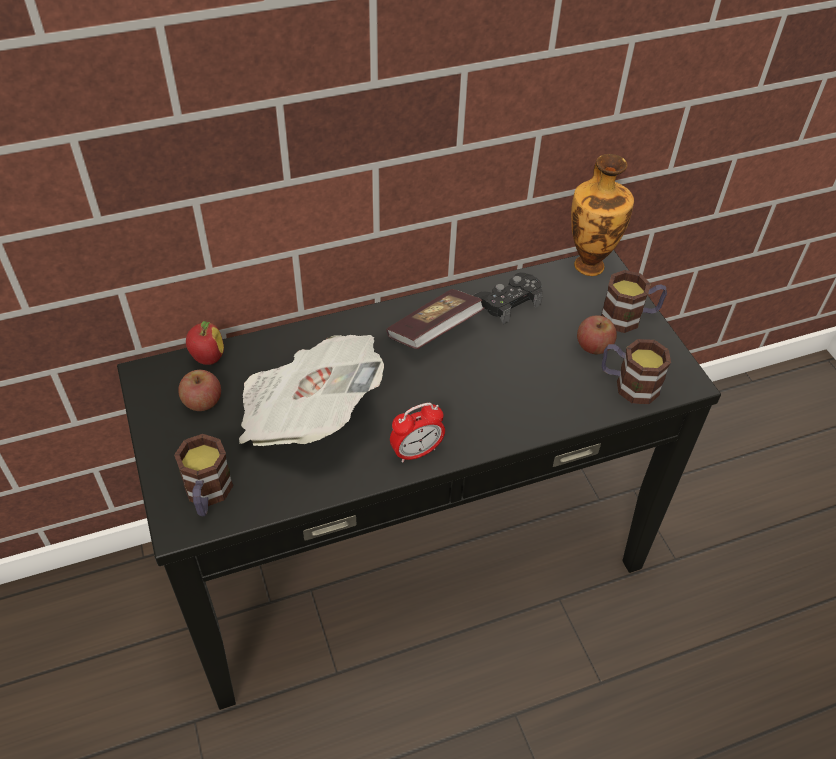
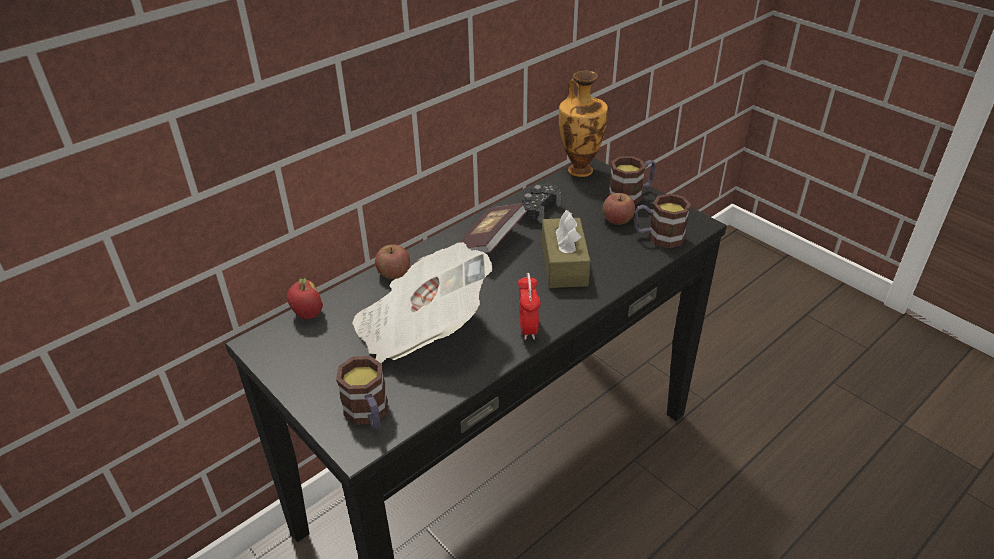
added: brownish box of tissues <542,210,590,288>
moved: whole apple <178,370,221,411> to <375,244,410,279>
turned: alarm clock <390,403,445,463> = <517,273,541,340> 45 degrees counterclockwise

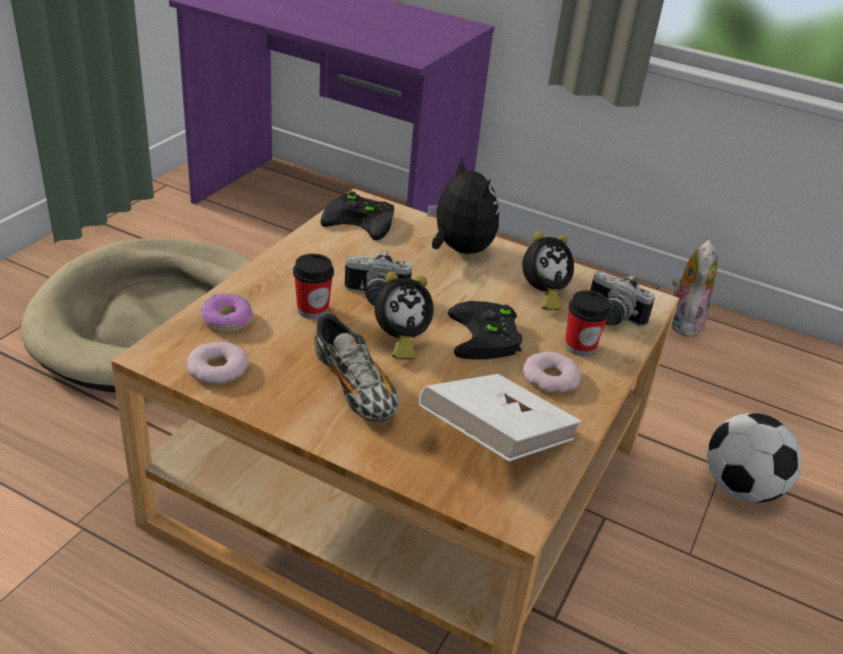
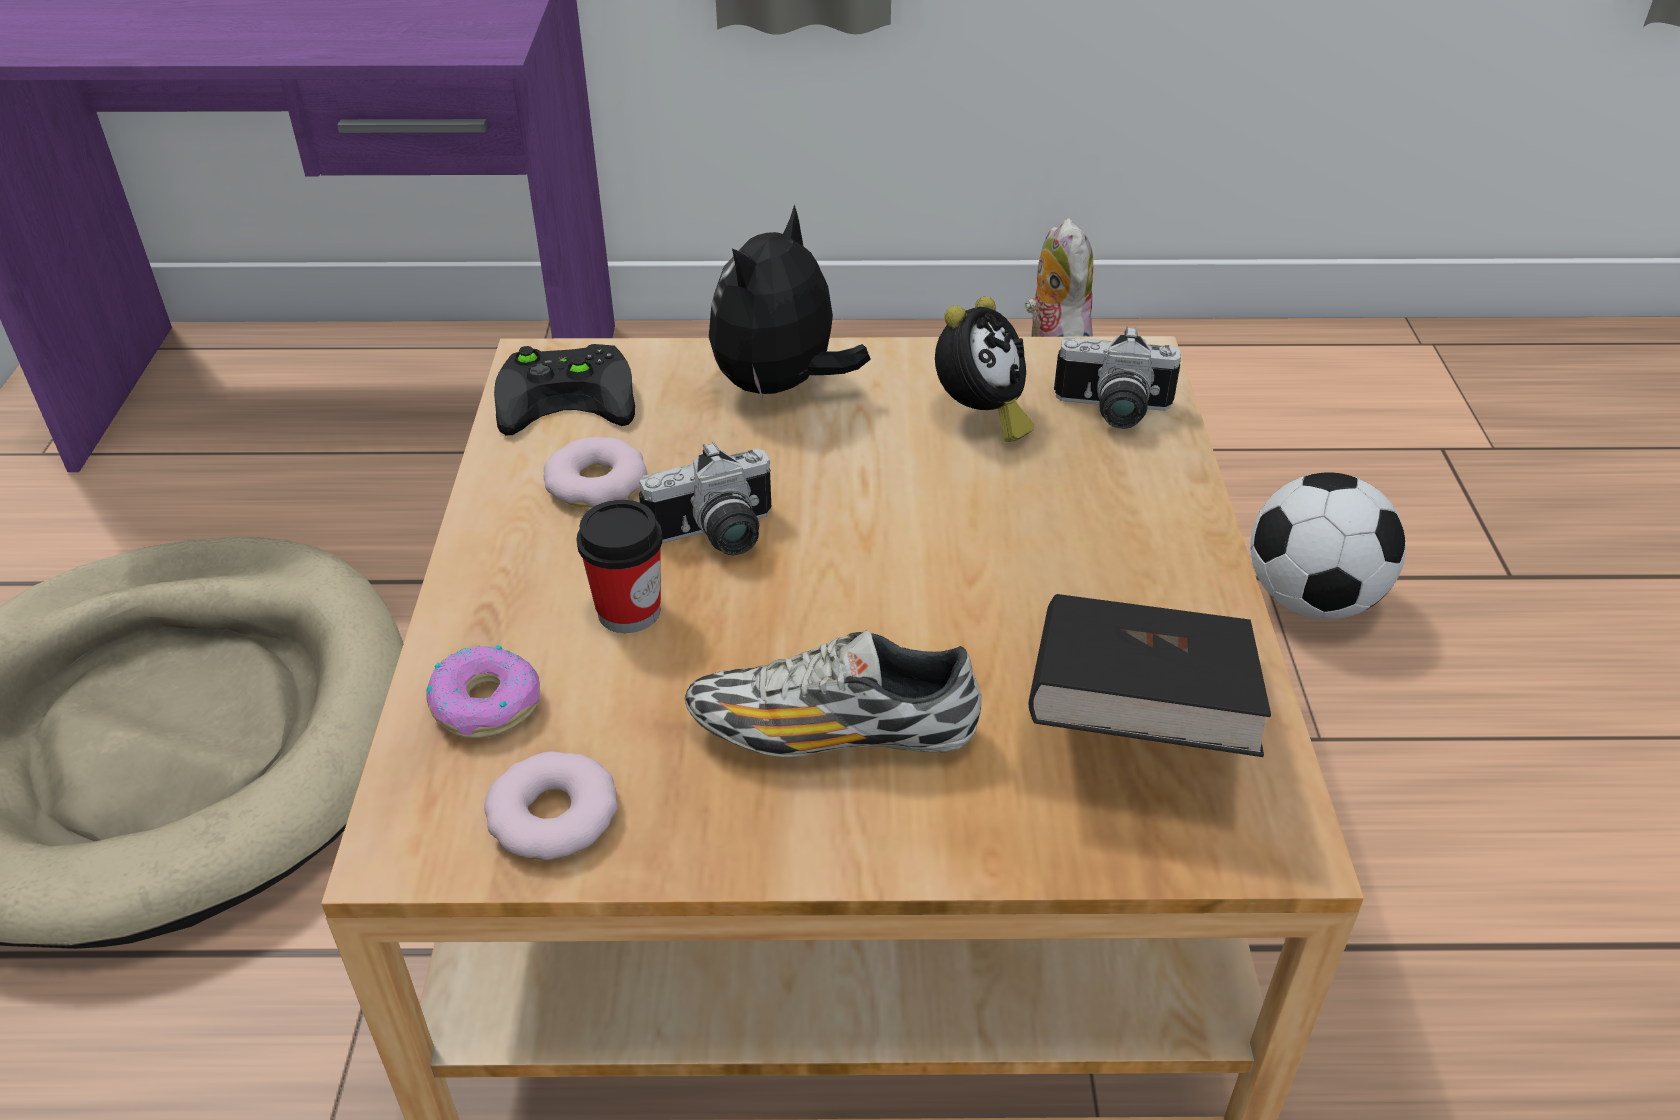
removed: alarm clock <375,272,434,359>; black game controller <448,301,522,360>; drinking cup <565,290,610,356>
moved: donut <522,351,581,393> to <544,437,647,508>
recoloured: white-coloured book <419,374,582,461> to black book <1029,594,1271,757>
turned: item of footwear <315,313,399,422> = <685,630,981,757> 150 degrees clockwise; cuddly toy <428,157,499,254> = <709,204,871,398> 90 degrees counterclockwise

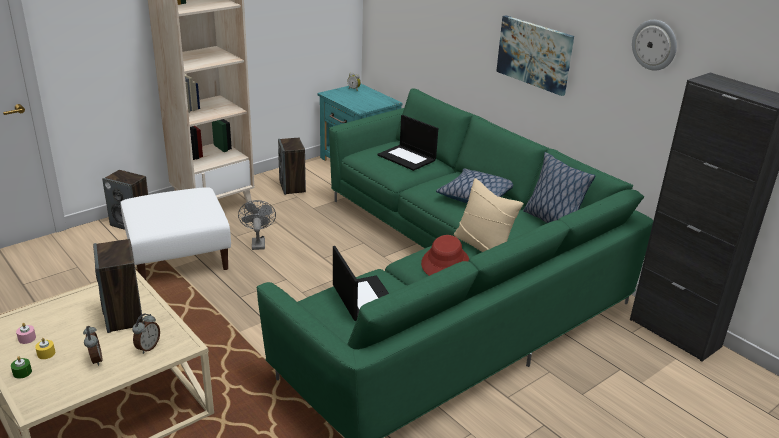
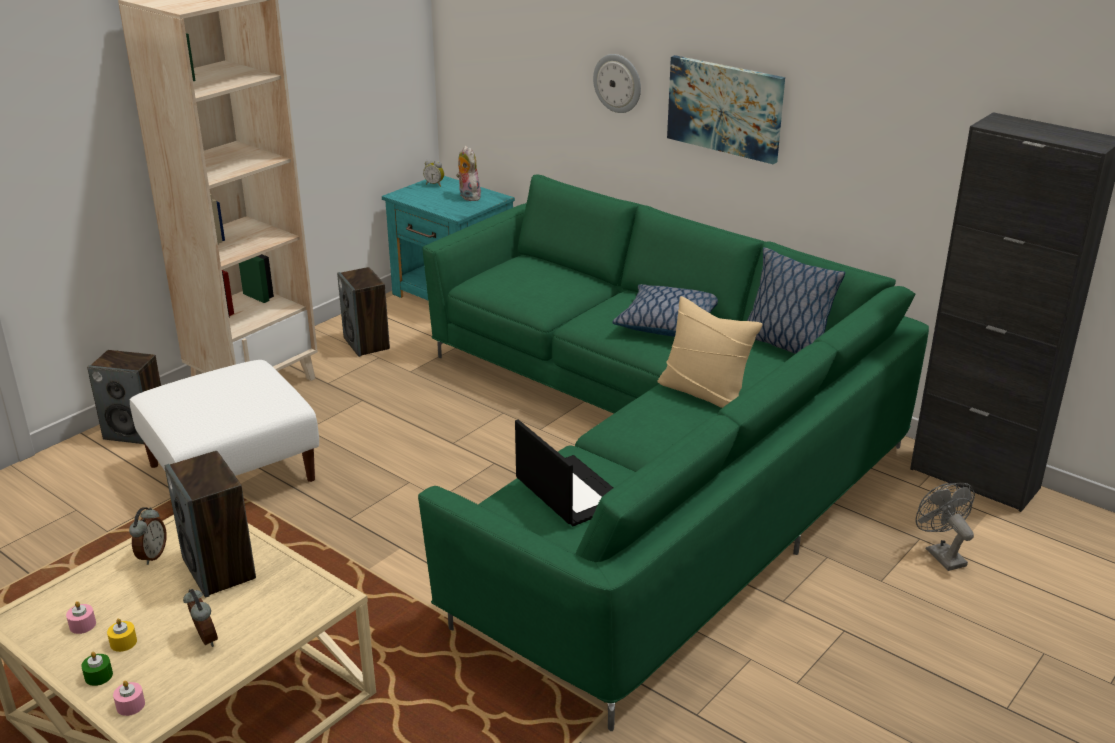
removed: notebook computer <378,115,438,171>; reddish hat <421,235,469,276>
added: pinkish wax light <113,681,145,716>; cuddly toy <456,146,481,201>
moved: alarm clock <132,314,160,354> to <129,507,167,565>; hanging clock <632,20,677,71> to <593,54,641,113>; greyish cooling fan <238,200,276,250> to <916,483,975,571>

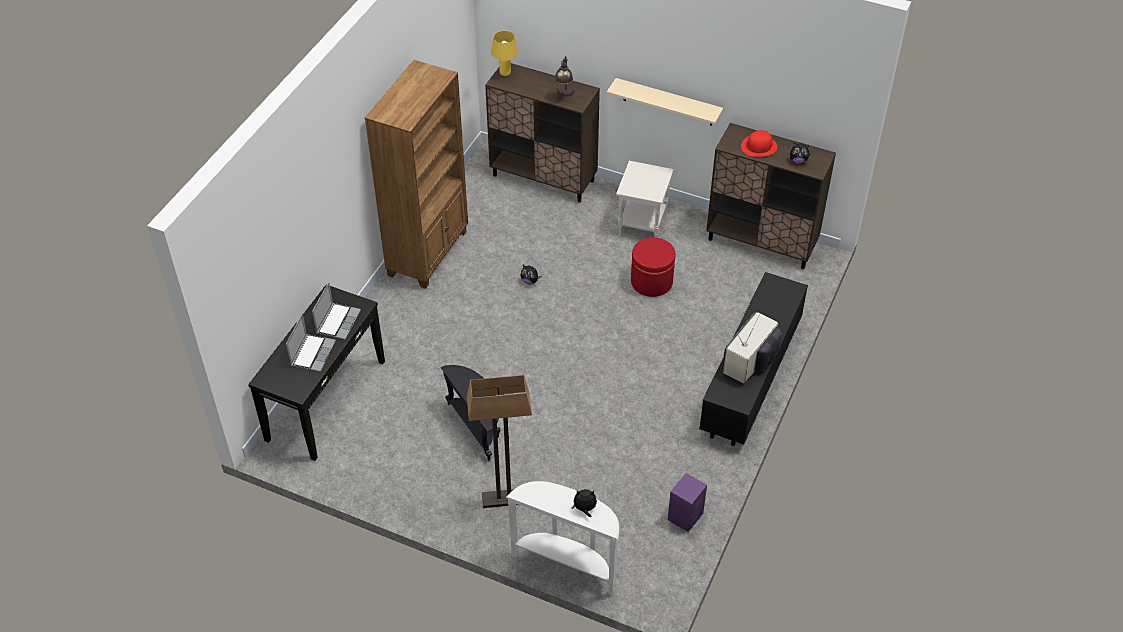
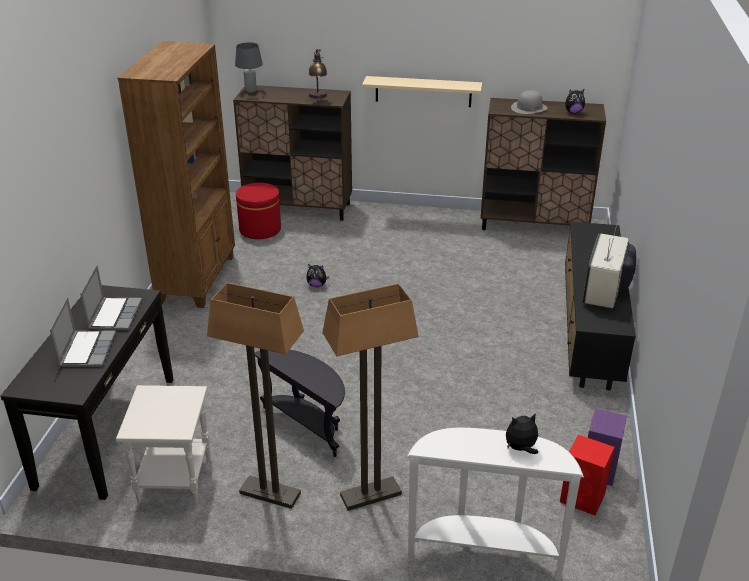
added: standard lamp <207,283,304,509>; reddish audio speaker <560,434,614,516>
moved: white-coloured accent table <616,161,674,238> to <116,385,210,504>; reddish ottoman <631,237,676,297> to <236,183,281,239>
recoloured: yellow tabletop lamp <491,31,518,76> to greyish tabletop lamp <235,42,263,93>; reddish hat <741,130,777,157> to greyish hat <511,90,548,114>

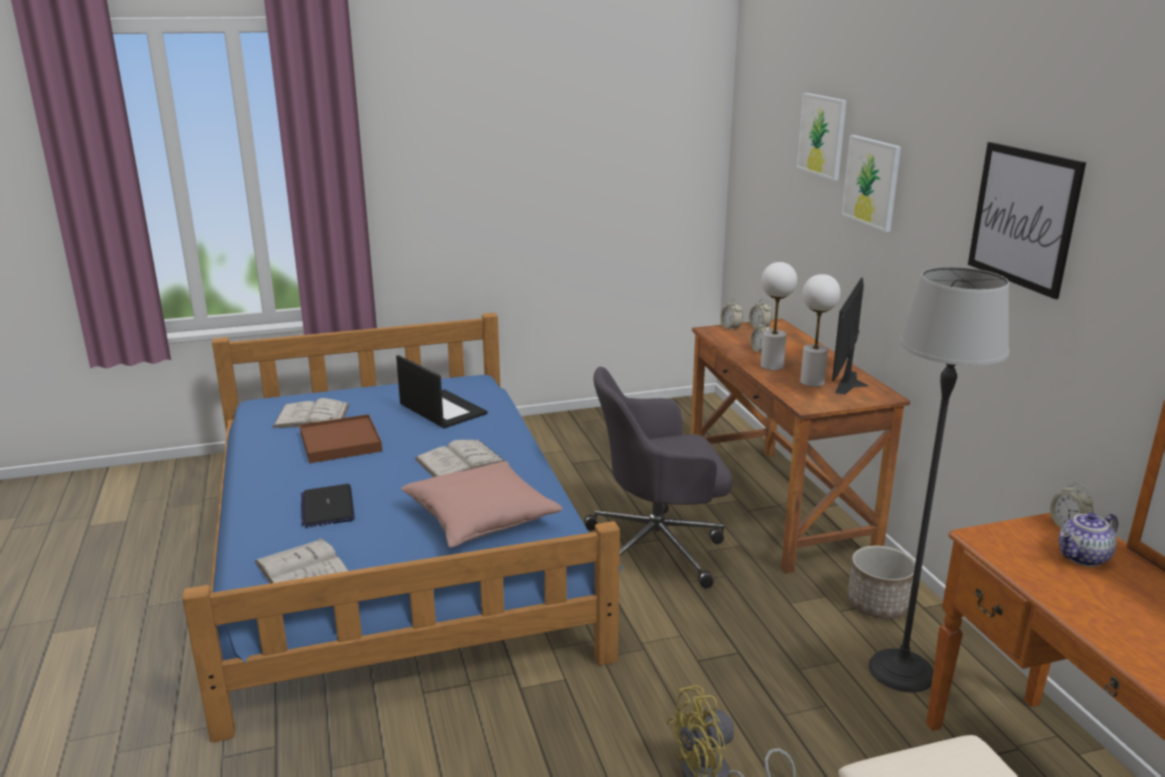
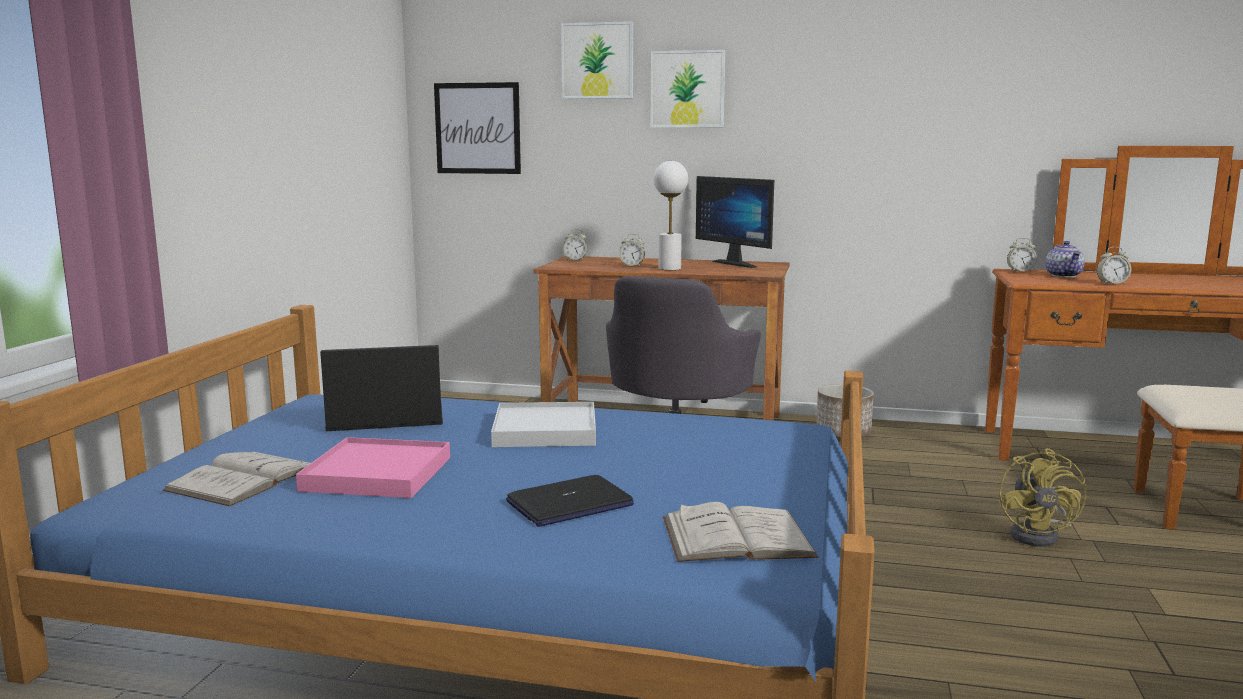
removed: pinkish throw pillow <401,461,563,548>; white-coloured tabletop lamp <800,274,840,387>; standard lamp <869,267,1009,692>
moved: wall picture <968,142,1086,299> to <434,82,521,174>; alarm clock <721,299,743,331> to <1097,247,1131,285>
replaced: white-coloured book <415,440,504,477> to white-coloured serving tray <491,402,596,447>
recoloured: brownish serving tray <300,414,382,463> to pinkish serving tray <296,437,450,498>
turned: notebook computer <301,484,355,527> = <506,475,634,527> 45 degrees counterclockwise

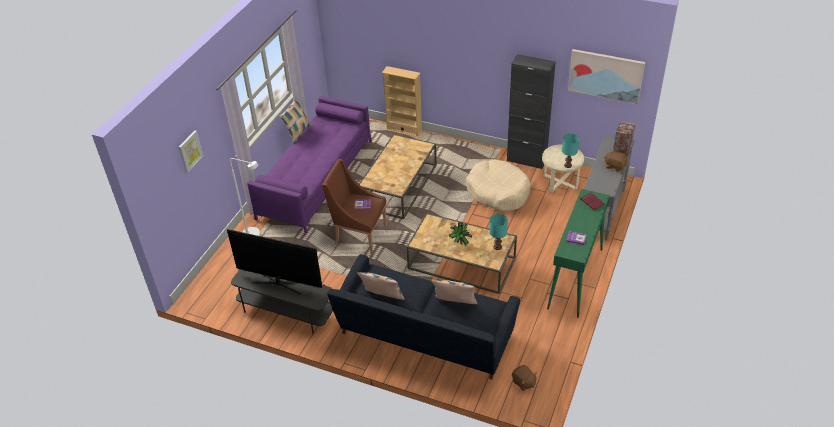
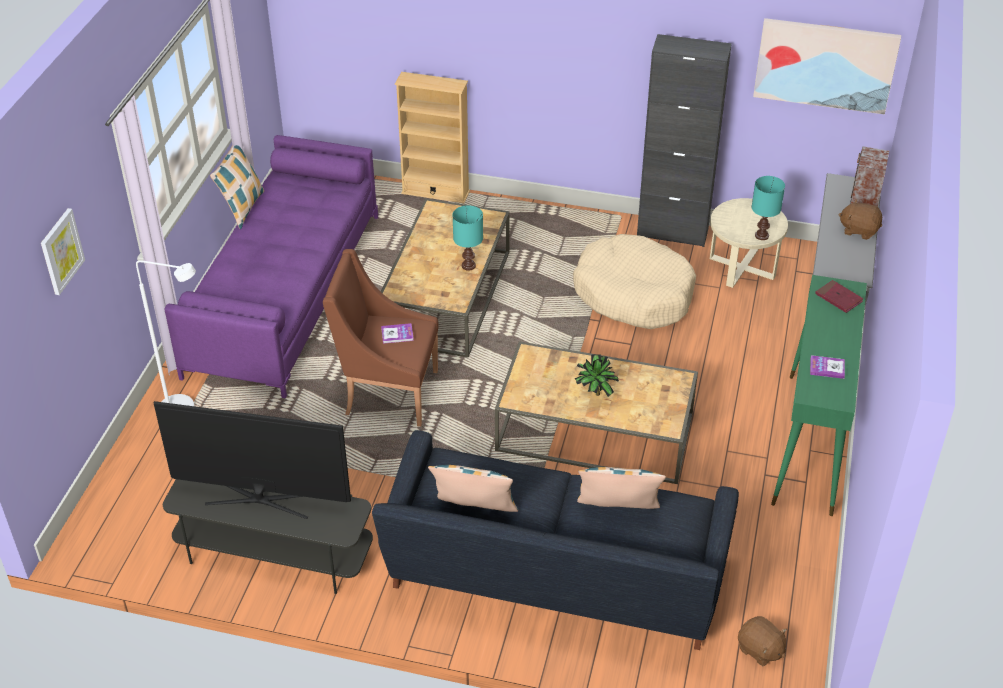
moved: turquoise tabletop lamp <490,214,508,250> to <453,205,483,271>

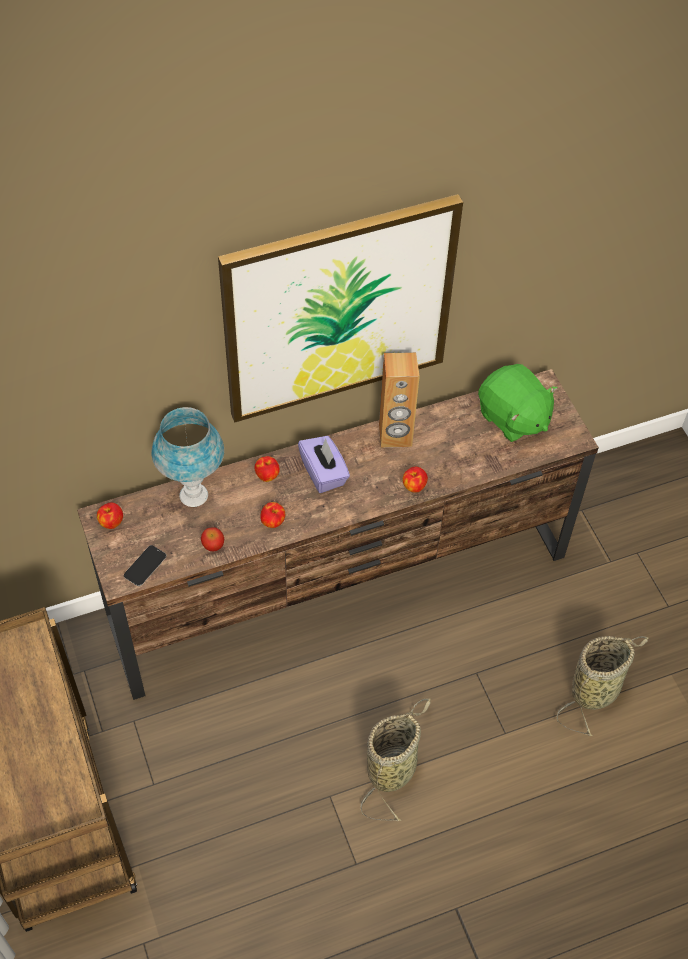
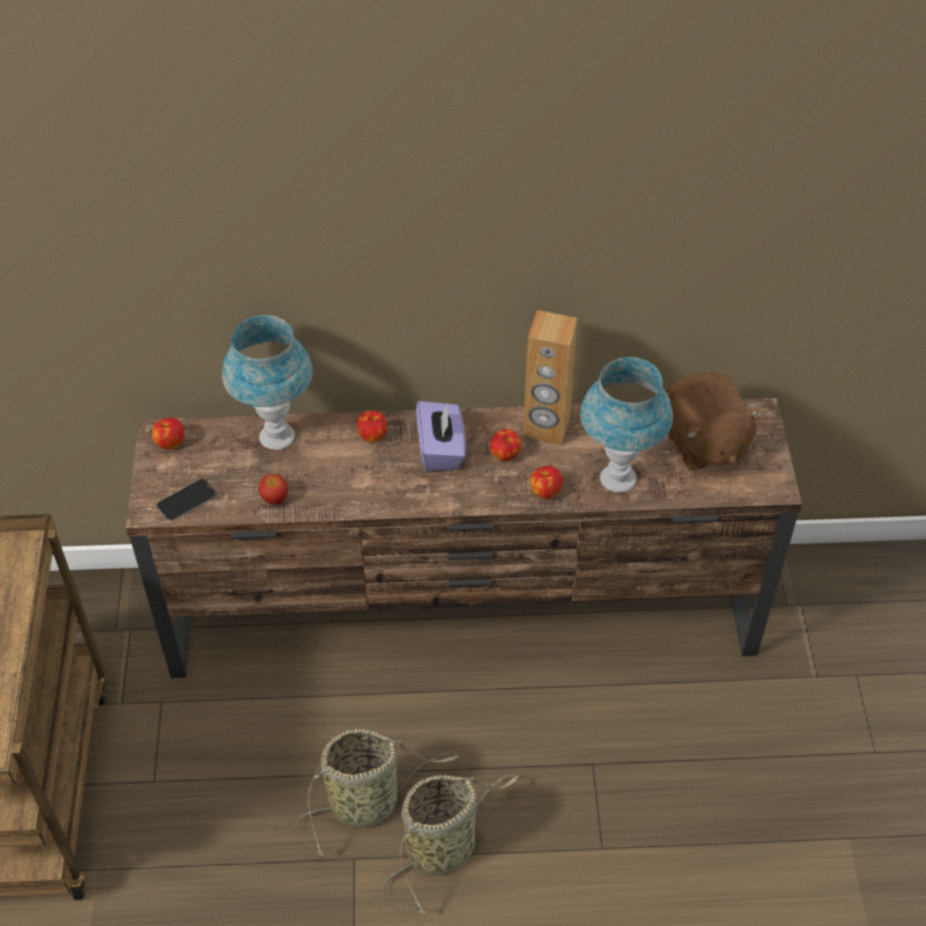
removed: wall picture <218,194,463,423>
added: blue-coloured tabletop lamp <580,357,673,492>
moved: basket <557,636,649,736> to <295,729,459,856>; whole apple <260,502,285,528> to <490,429,521,461>
recoloured: greenish cuddly toy <478,364,558,442> to brownish cuddly toy <666,372,763,470>

